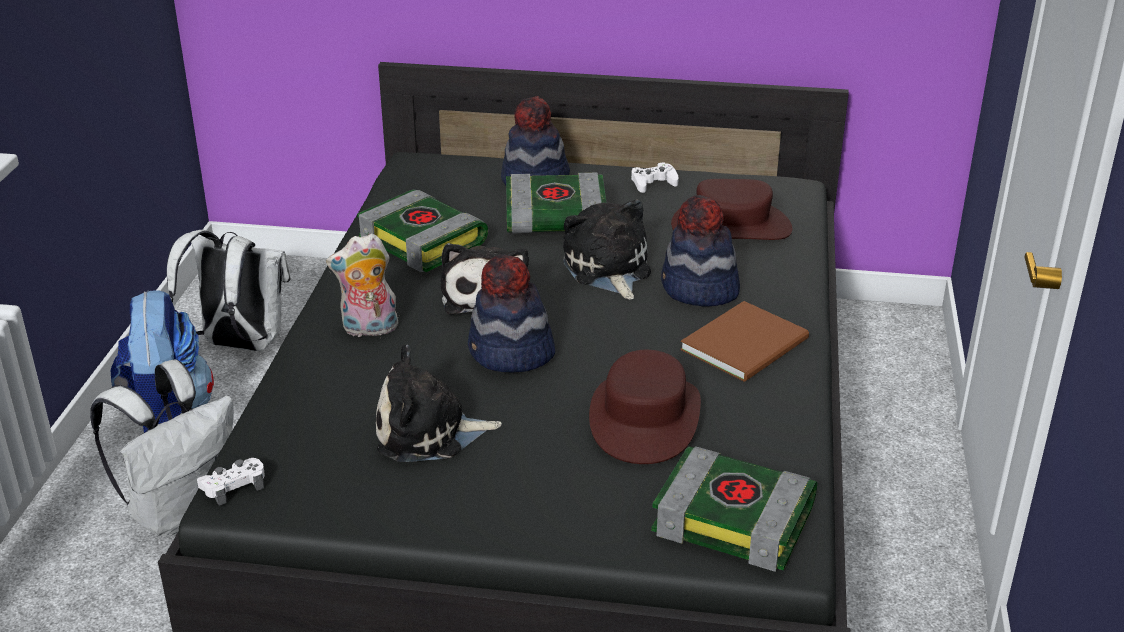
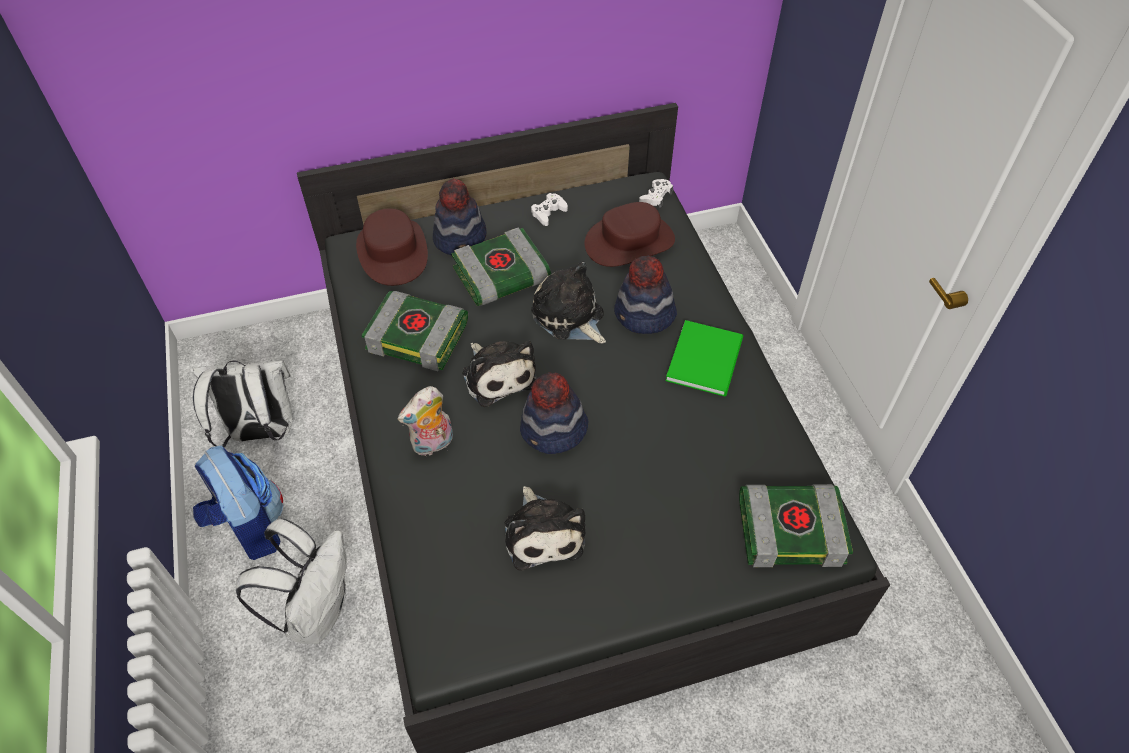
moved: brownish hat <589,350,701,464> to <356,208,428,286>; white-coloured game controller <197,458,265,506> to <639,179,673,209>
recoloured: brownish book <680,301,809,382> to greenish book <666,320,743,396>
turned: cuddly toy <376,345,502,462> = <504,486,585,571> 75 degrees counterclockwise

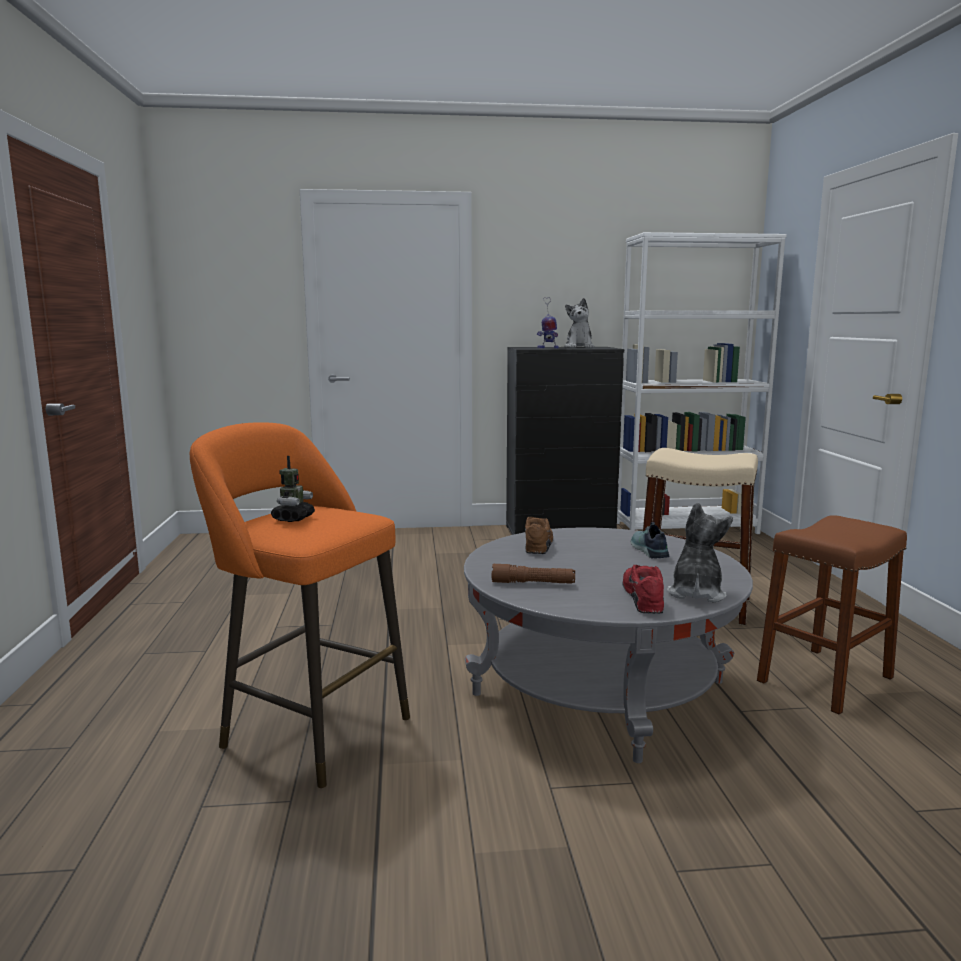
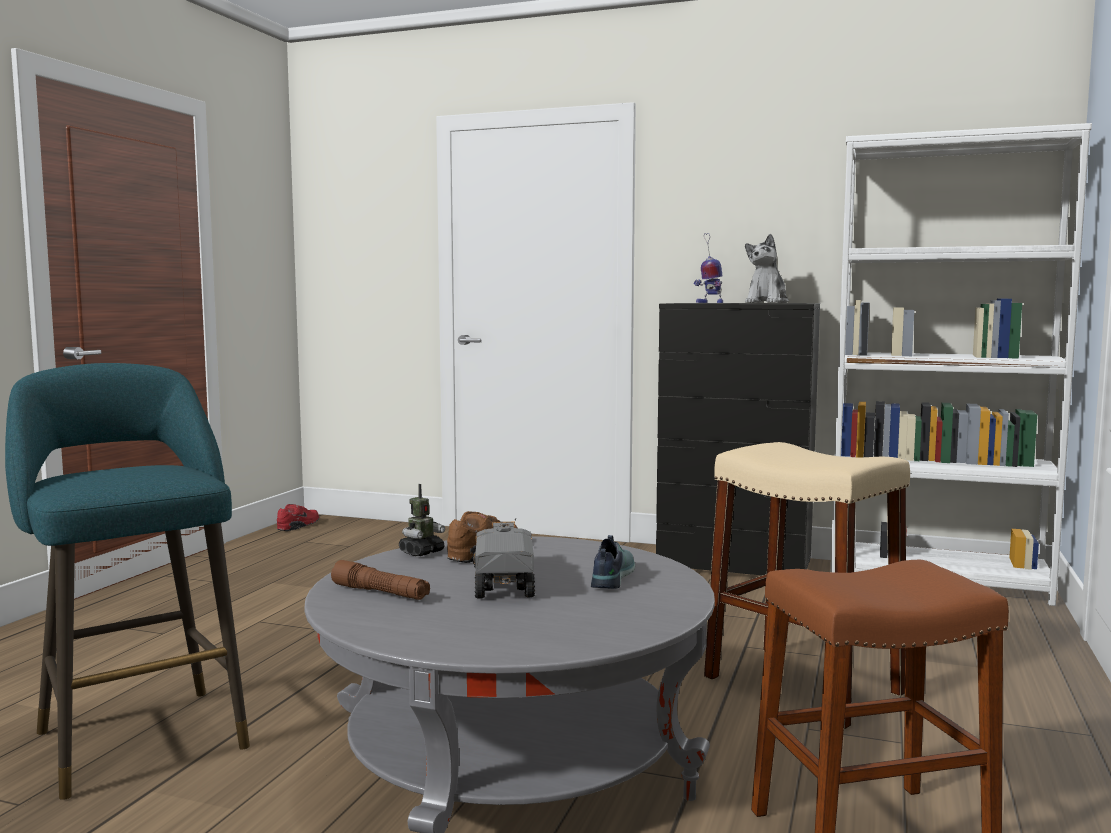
removed: cuddly toy <667,502,733,603>
added: toy lorry <473,518,535,598>
moved: reddish item of footwear <622,565,664,614> to <277,504,319,531>; toy robot <271,456,315,522> to <399,484,445,556>
recoloured: orange stool <190,422,410,788> to turquoise stool <5,363,250,800>

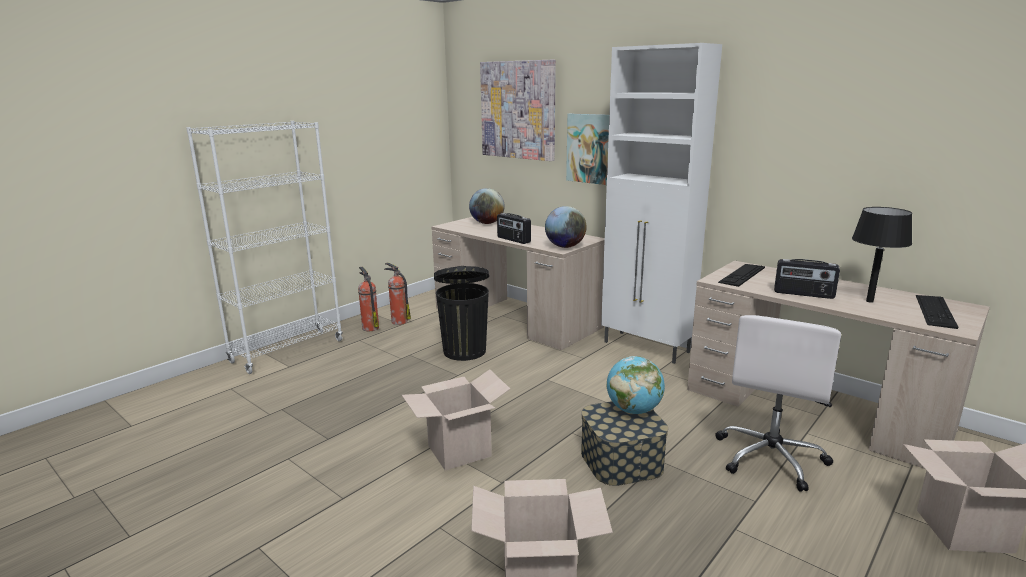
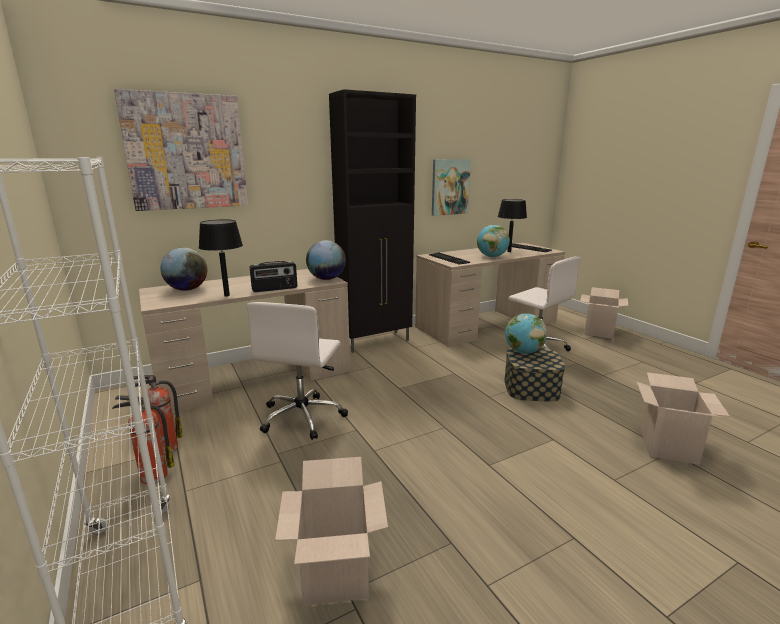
added: black tabletop lamp <199,219,243,297>
moved: cardboard box <402,369,510,470> to <275,457,388,606>; wall picture <566,114,609,185> to <432,159,471,216>
replaced: black rubbish bin <434,266,489,361> to white-coloured computer chair <246,302,348,440>; radio <774,259,840,299> to world globe <477,225,510,257>
recoloured: white-coloured storage cabinet <601,43,722,364> to black storage cabinet <329,89,416,353>

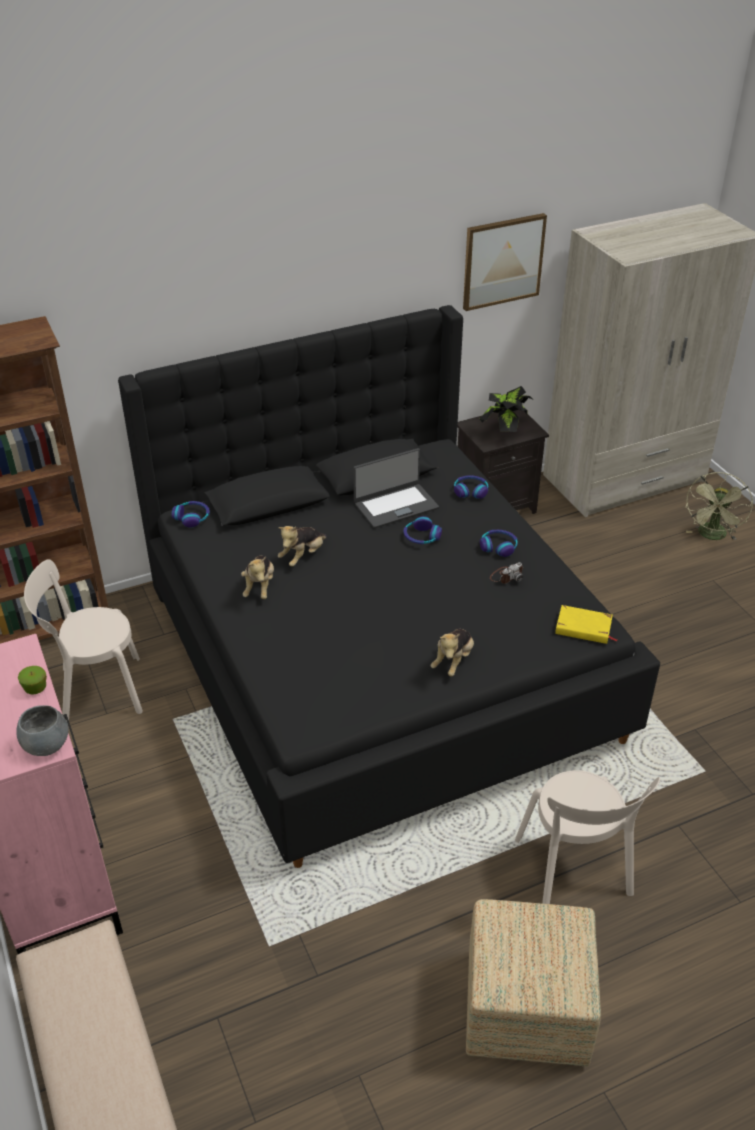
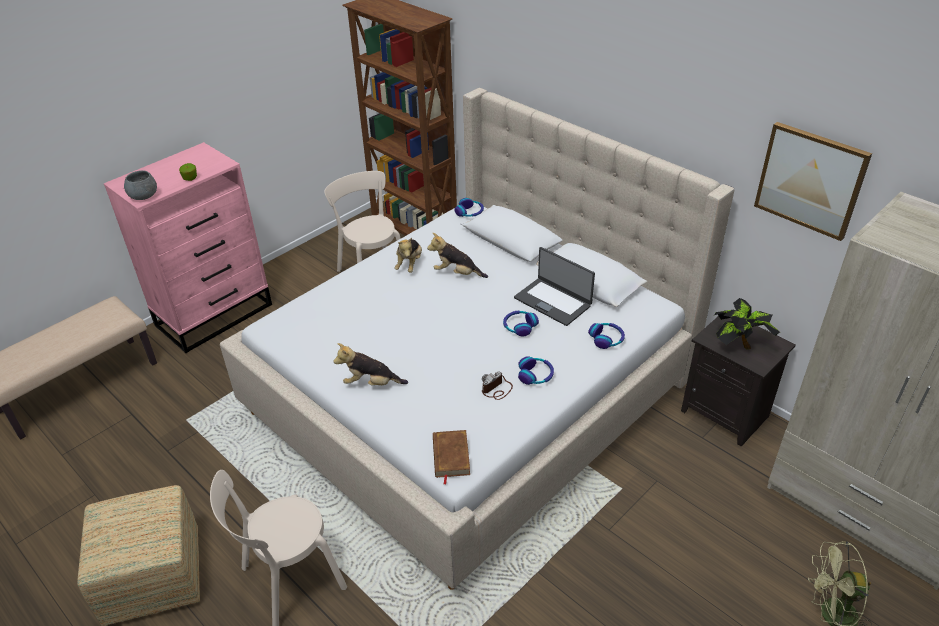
recoloured: black bedroom bed <118,305,660,868> to sand-coloured bedroom bed <220,88,734,590>; yellow book <555,605,617,644> to brownish book <433,430,470,485>
turned: cuddly toy <241,556,274,599> = <394,238,422,273> 60 degrees counterclockwise; still camera <490,562,523,584> = <482,371,513,400> 105 degrees clockwise

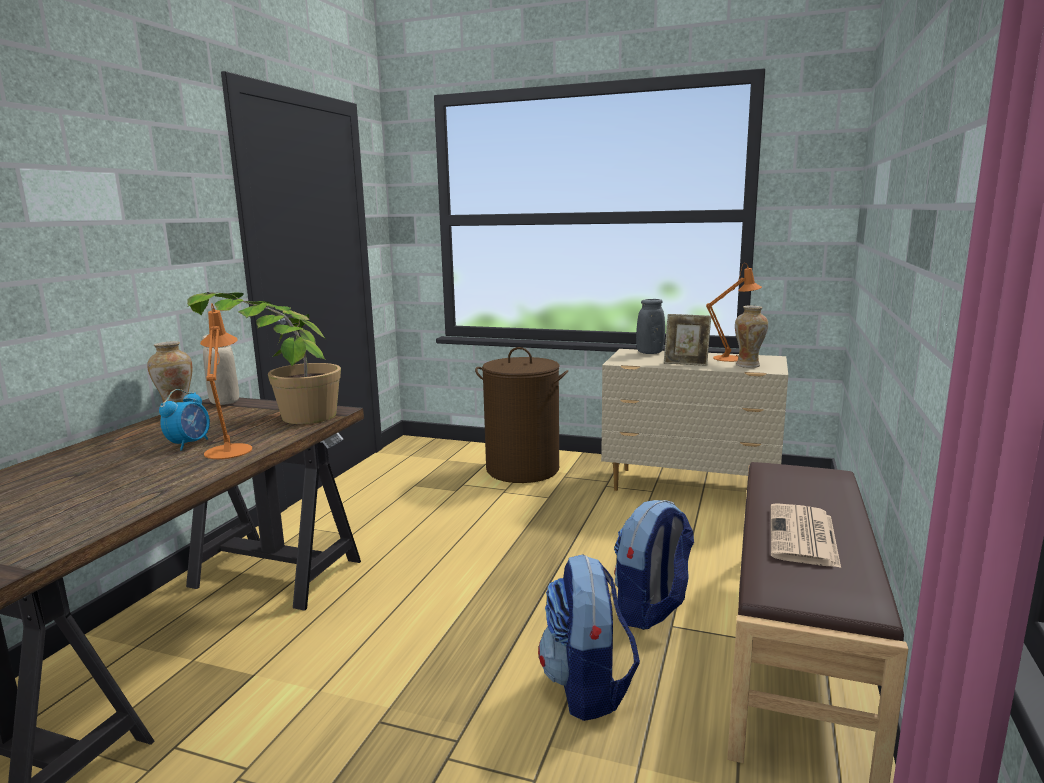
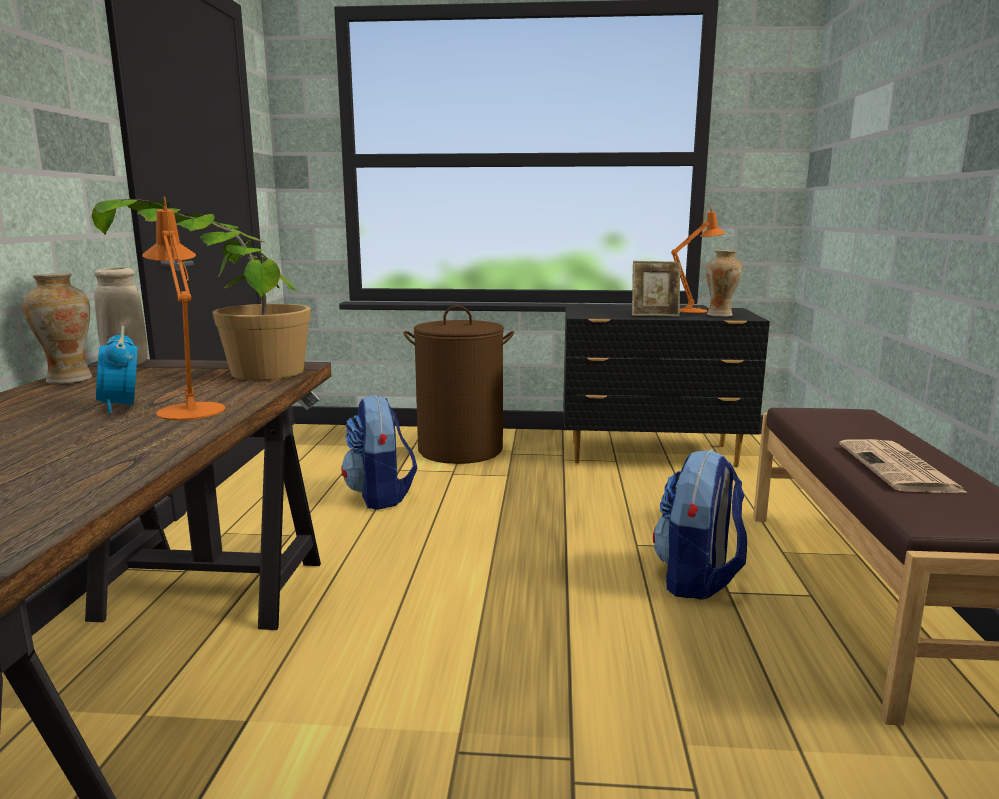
removed: greyish vase <636,299,665,354>
moved: backpack <538,554,640,721> to <341,395,417,510>
recoloured: sand-coloured dresser <601,349,788,491> to black dresser <563,306,770,467>
turned: alarm clock <159,389,210,451> = <96,326,137,414> 150 degrees clockwise

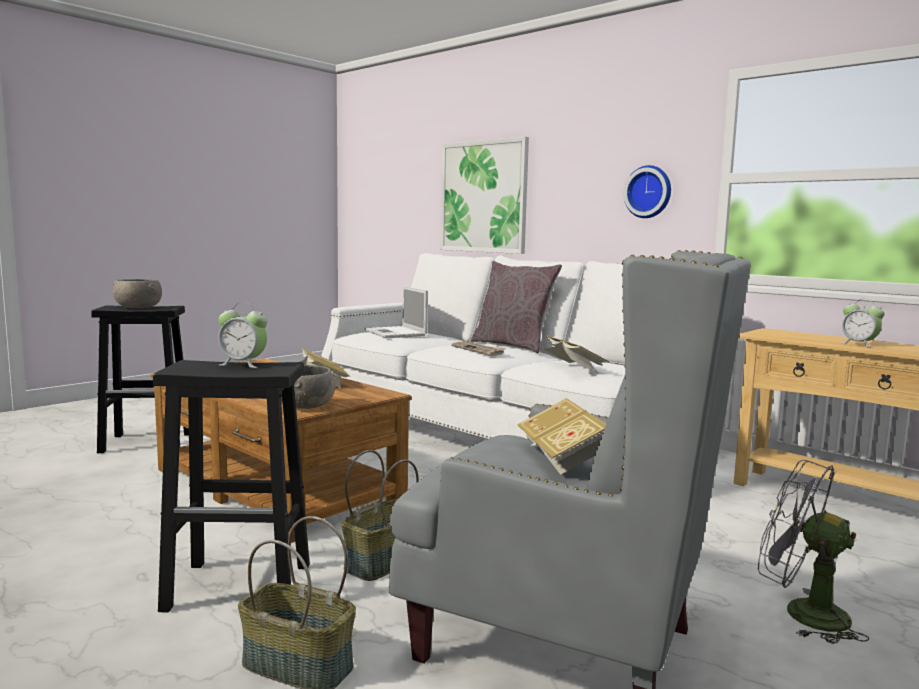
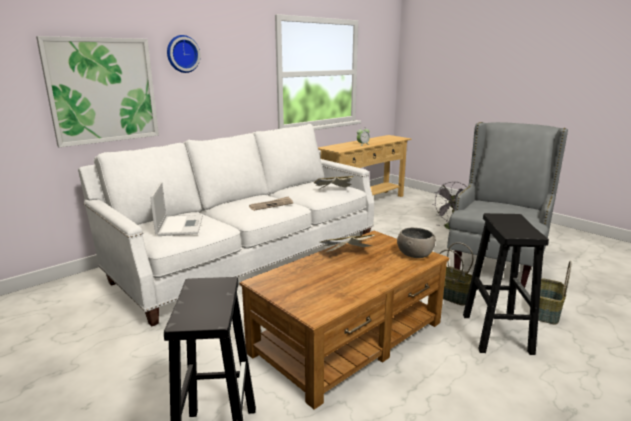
removed: greyish serving bowl <113,279,162,308>; alarm clock <218,302,268,368>; greyish throw pillow <471,261,562,353>; book <517,398,606,475>
moved: hanging clock <624,165,671,218> to <167,35,201,73>
turned: notebook computer <365,286,428,338> = <150,182,203,236> 75 degrees counterclockwise

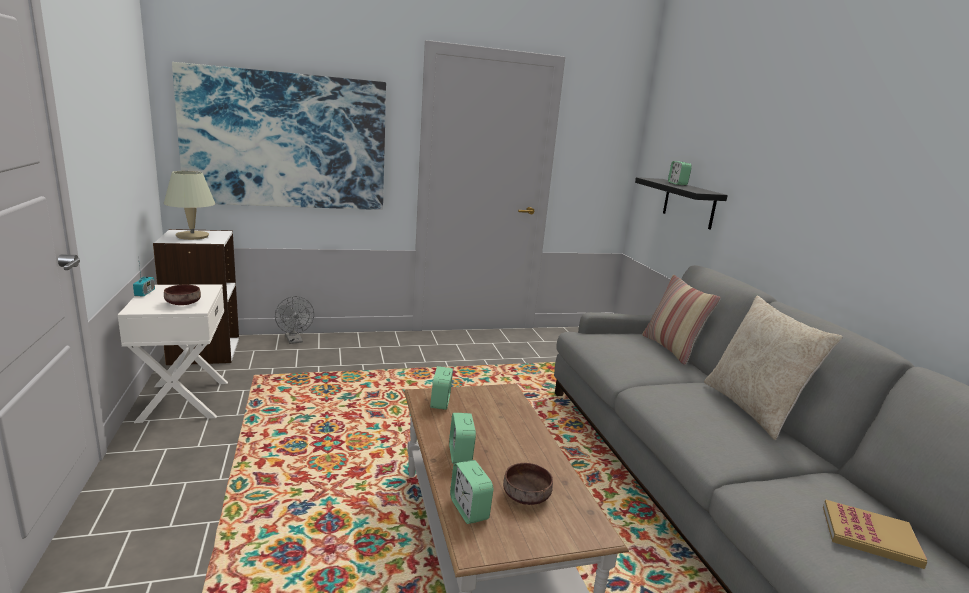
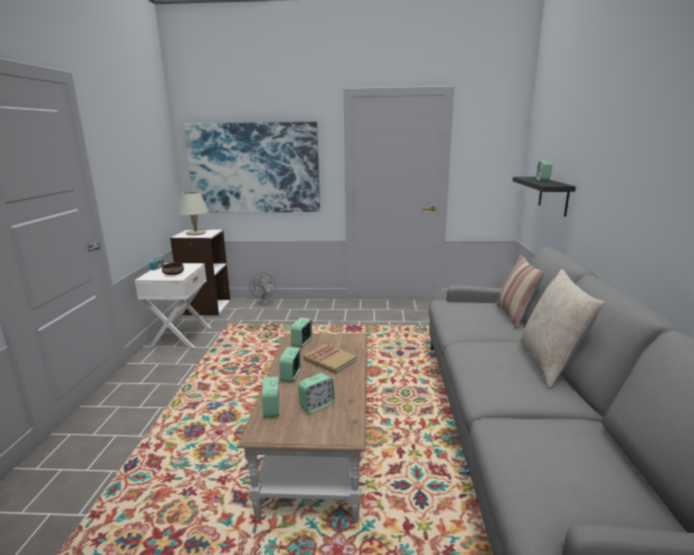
moved: book <823,499,927,569> to <303,344,357,374>
replaced: brownish serving bowl <503,463,553,505> to alarm clock <298,373,334,413>

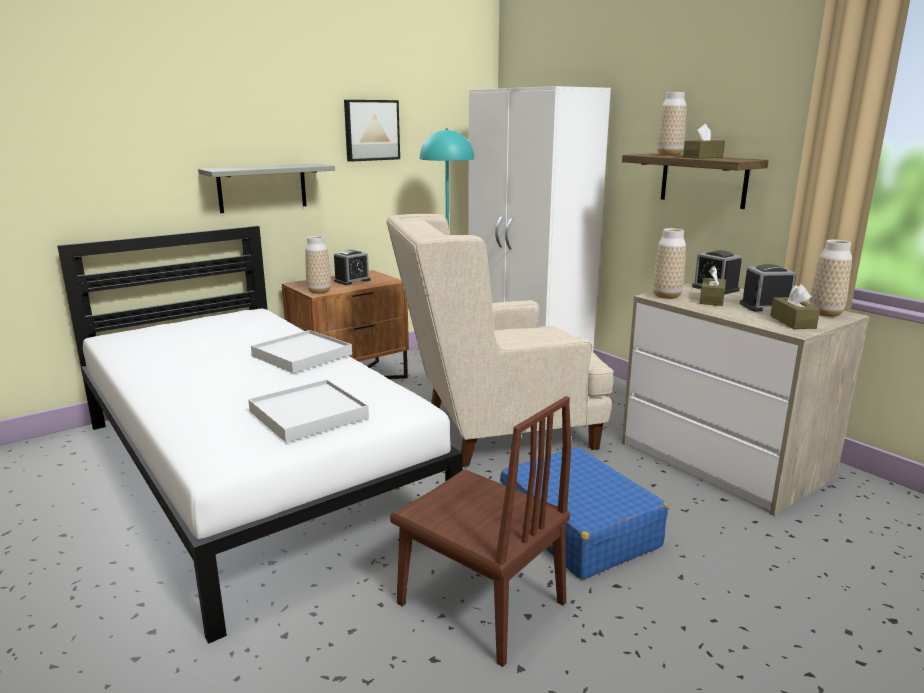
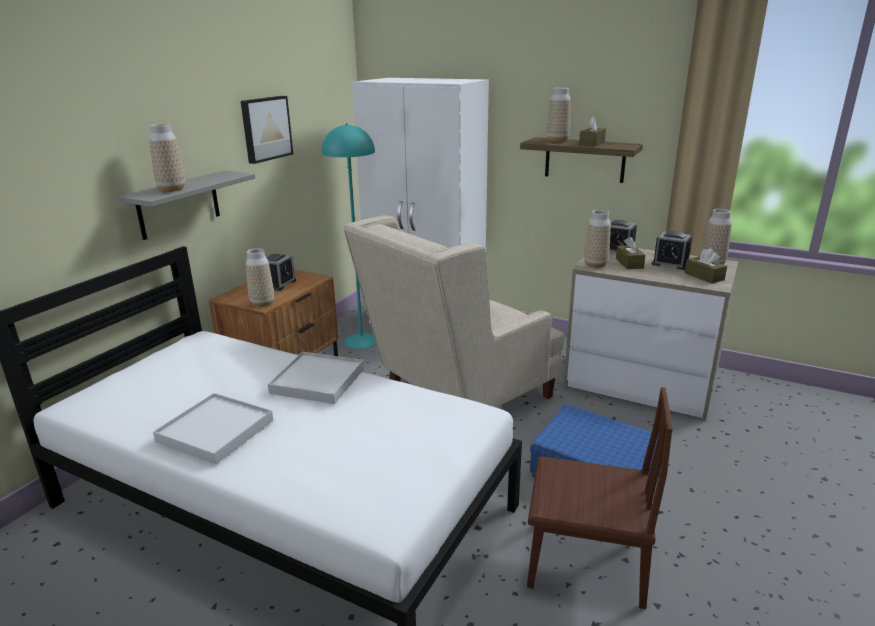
added: vase <149,124,185,192>
moved: white-coloured serving tray <248,380,369,443> to <153,393,273,464>
turned: alarm clock <740,264,796,311> = <652,231,692,270> 120 degrees counterclockwise

